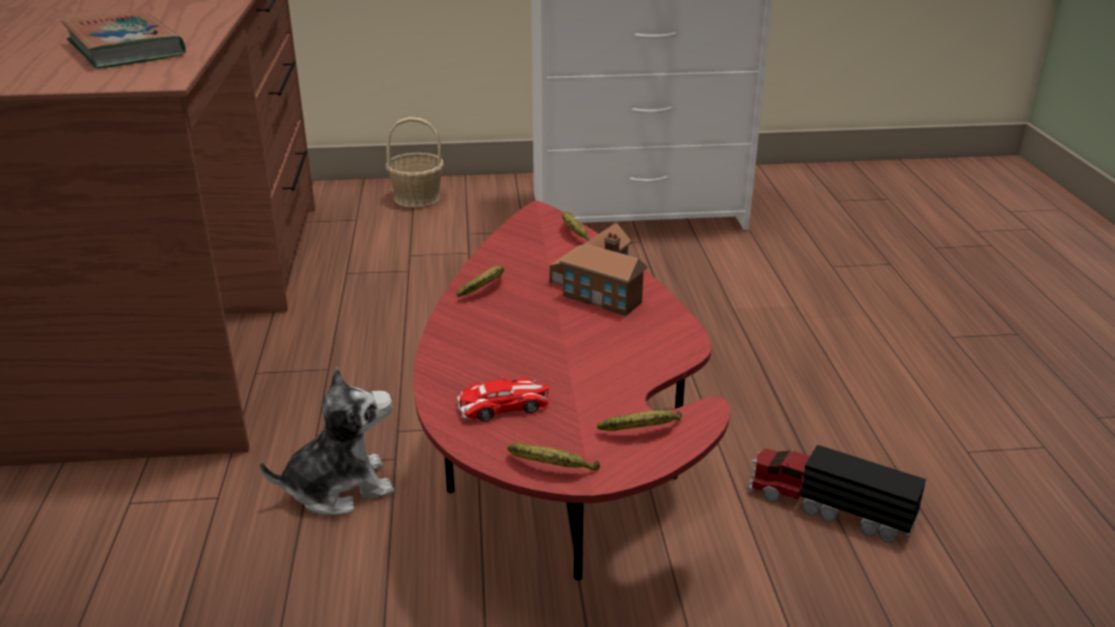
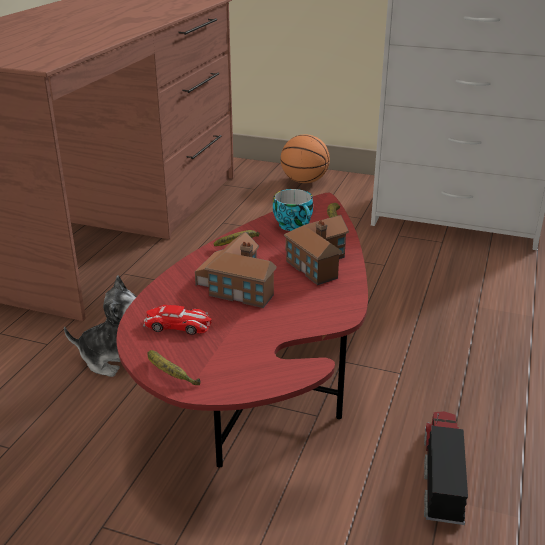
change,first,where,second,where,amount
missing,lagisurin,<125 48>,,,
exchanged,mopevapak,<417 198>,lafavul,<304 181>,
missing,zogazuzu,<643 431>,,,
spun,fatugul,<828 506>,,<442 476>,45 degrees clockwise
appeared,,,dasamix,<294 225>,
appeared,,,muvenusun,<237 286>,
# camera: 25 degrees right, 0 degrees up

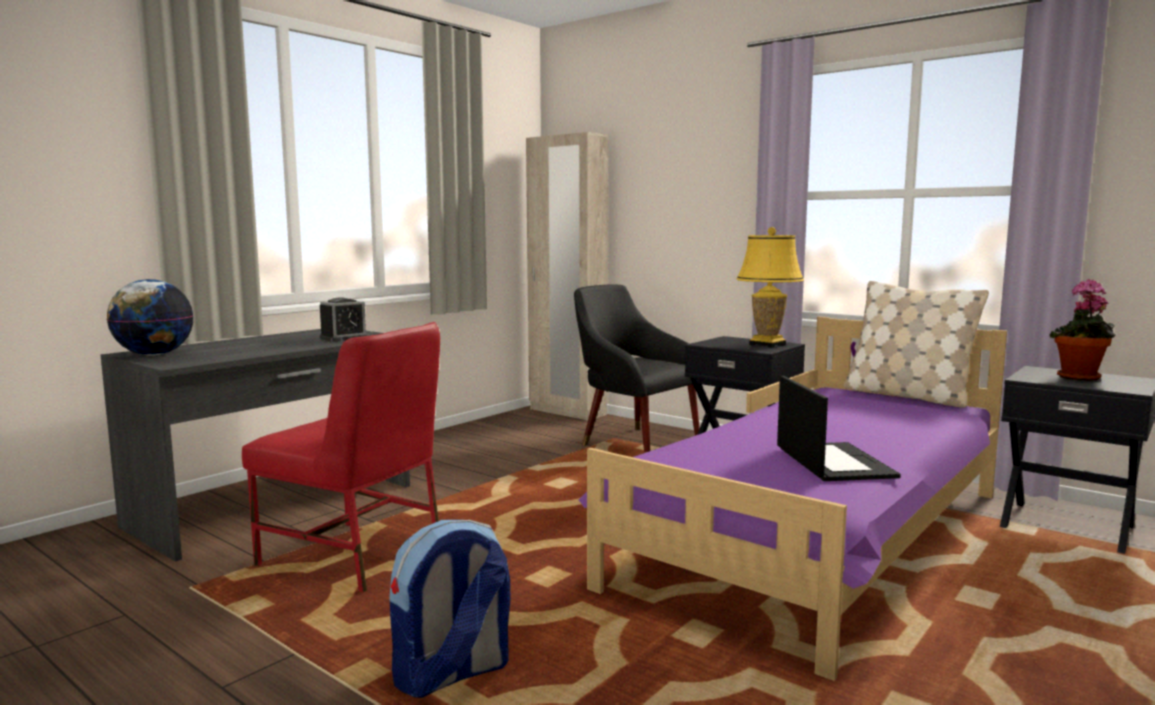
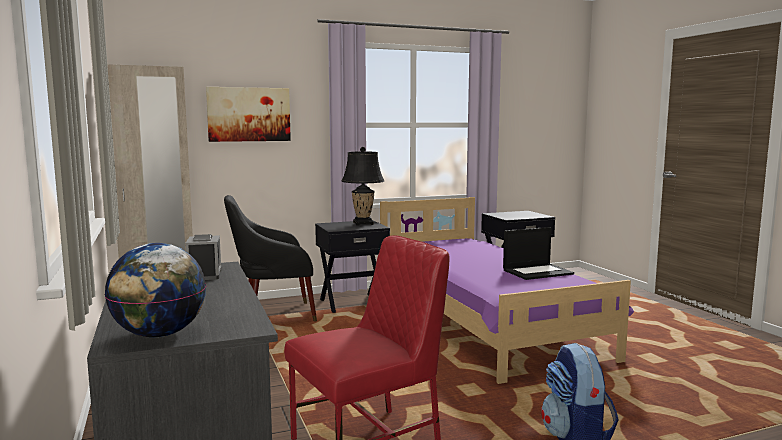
change,first,where,second,where,amount
colour,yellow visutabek,<767 345>,black visutabek,<363 223>,
missing,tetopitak,<1079 378>,,,
missing,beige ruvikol,<907 396>,,,
spun,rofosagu,<832 462>,,<538 272>,135 degrees clockwise
appeared,,,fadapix,<249 114>,
# camera: 60 degrees left, 0 degrees up

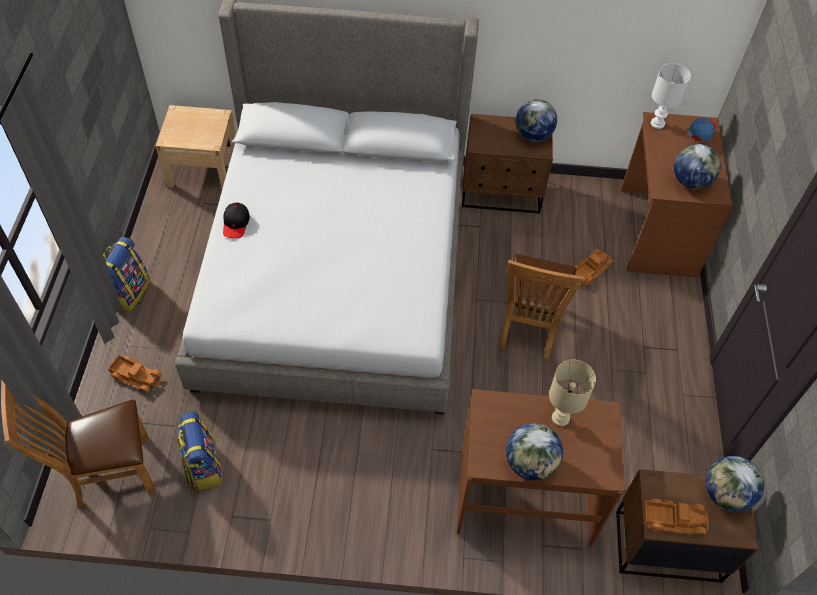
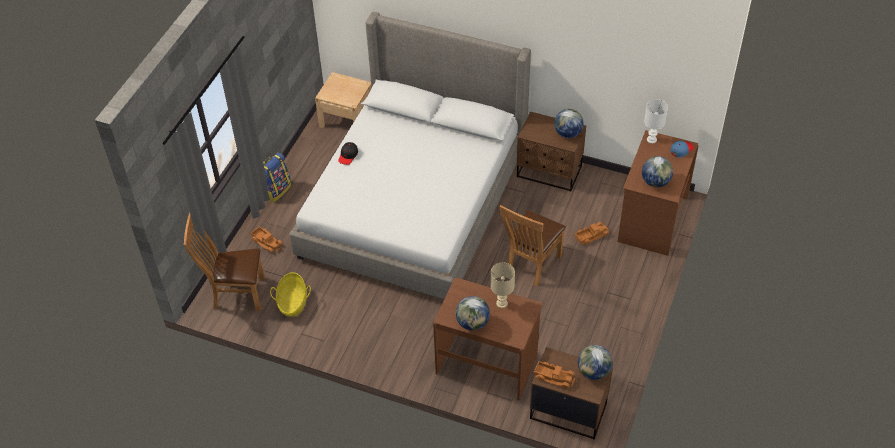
change,first,where,second,where,amount
exchanged,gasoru,<203 466>,mopevapak,<292 302>,
# camera: 20 degrees right, 5 degrees down

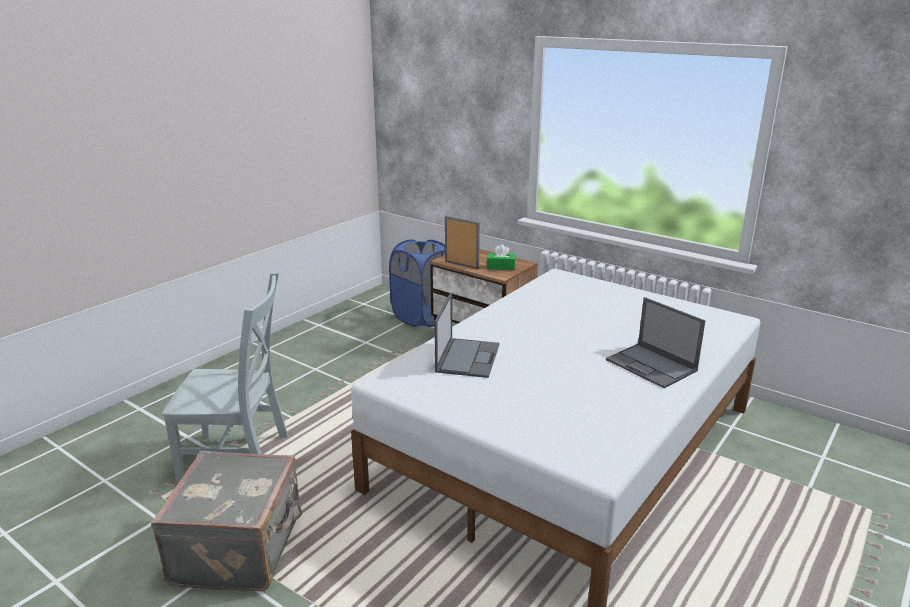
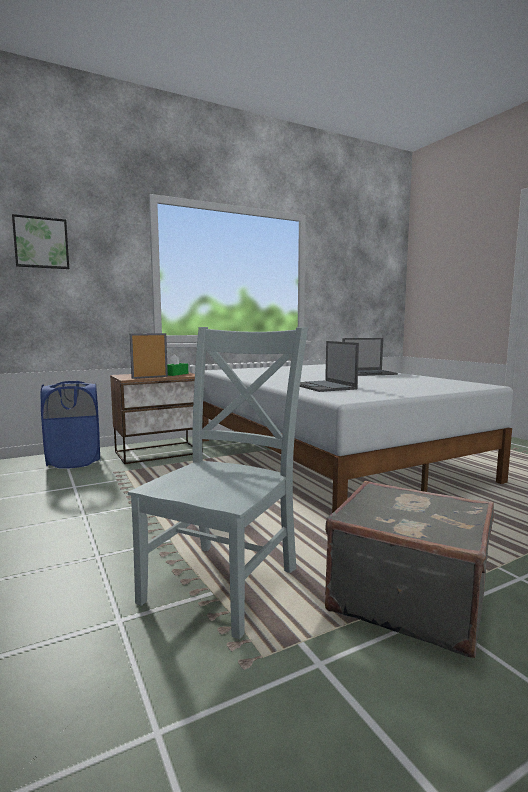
change,first,where,second,where,amount
spun,rofosagu,<468 357>,,<324 387>,150 degrees counterclockwise
appeared,,,fadapix,<41 243>,
# camera: 65 degrees left, 15 degrees down

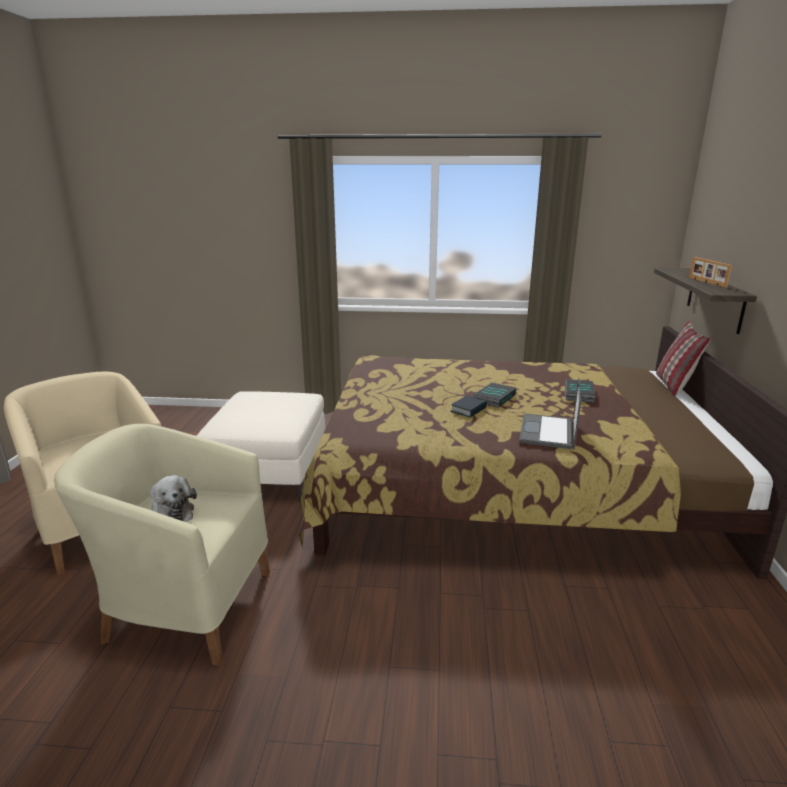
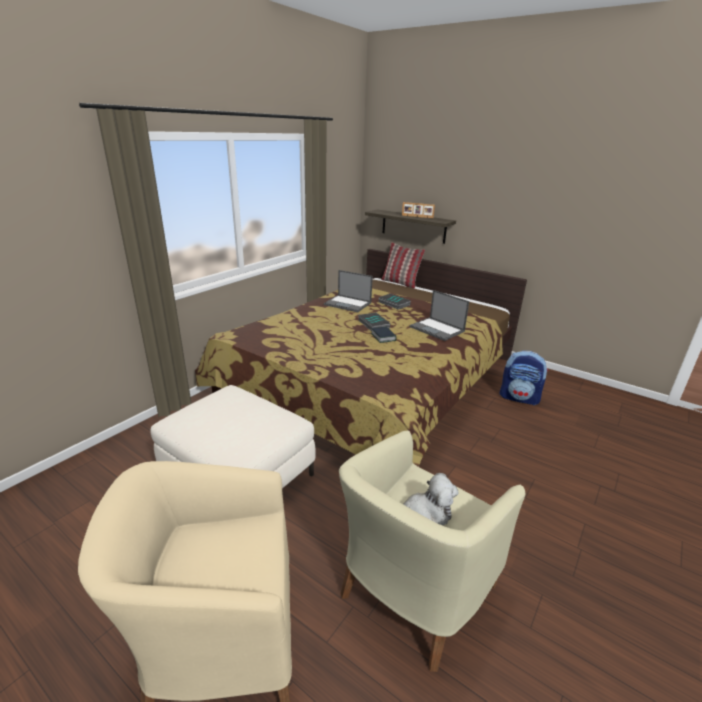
change,first,where,second,where,amount
appeared,,,rofosagu,<348 304>,
appeared,,,gasoru,<519 398>,
# camera: 60 degrees left, 5 degrees up

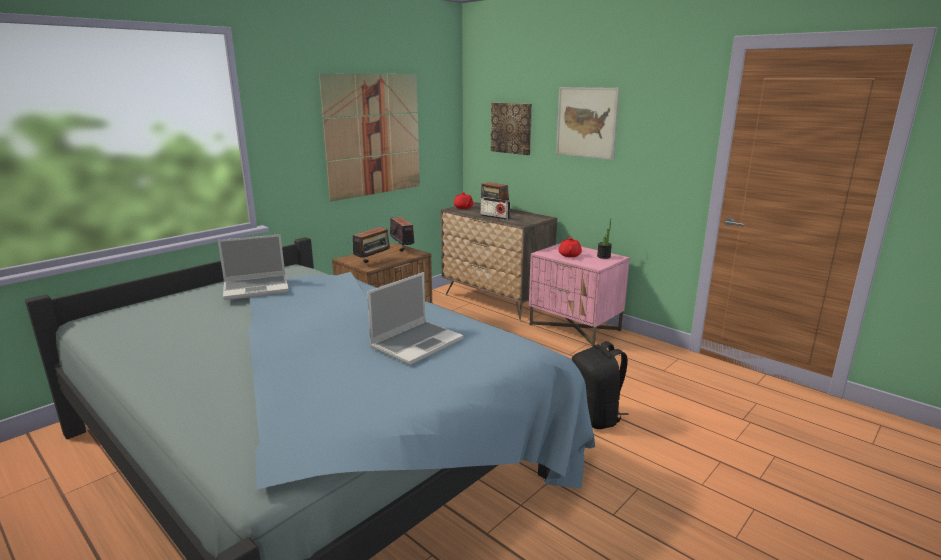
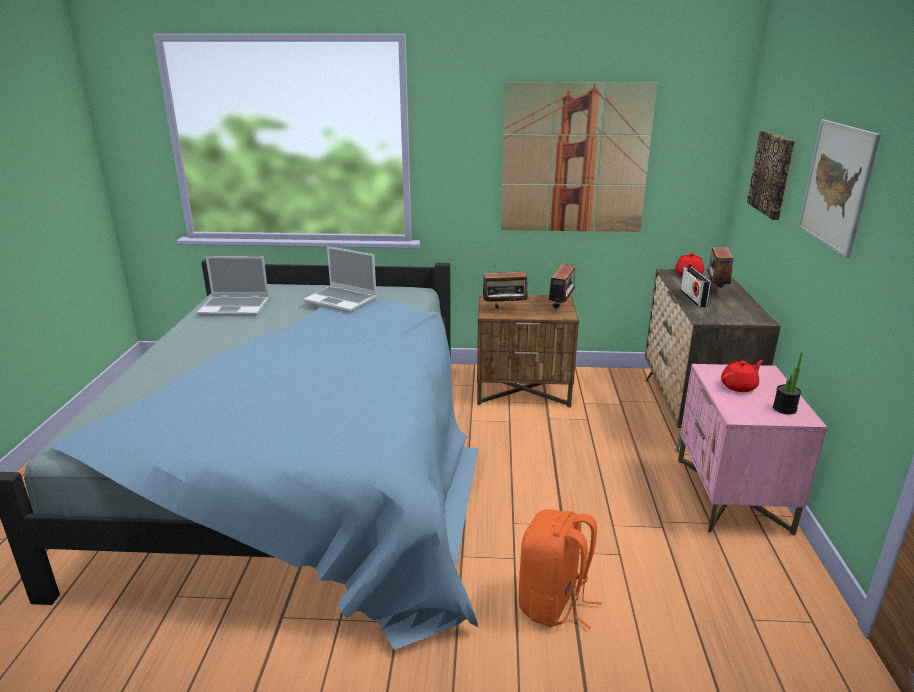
change,first,where,second,where,amount
relocated,rofosagu,<417 343>,,<235 307>,
colour,black gasoru,<595 416>,orange gasoru,<554 603>,
# camera: 50 degrees right, 5 degrees up

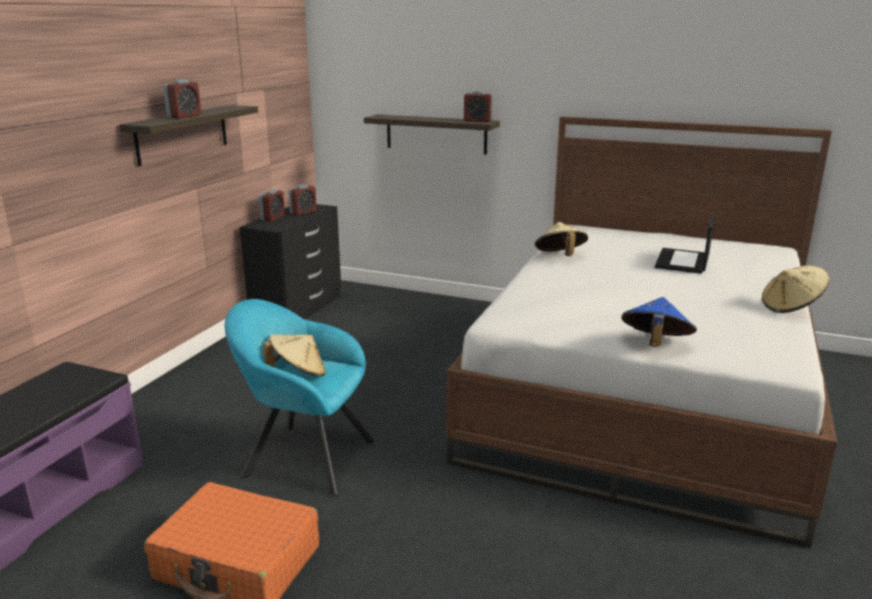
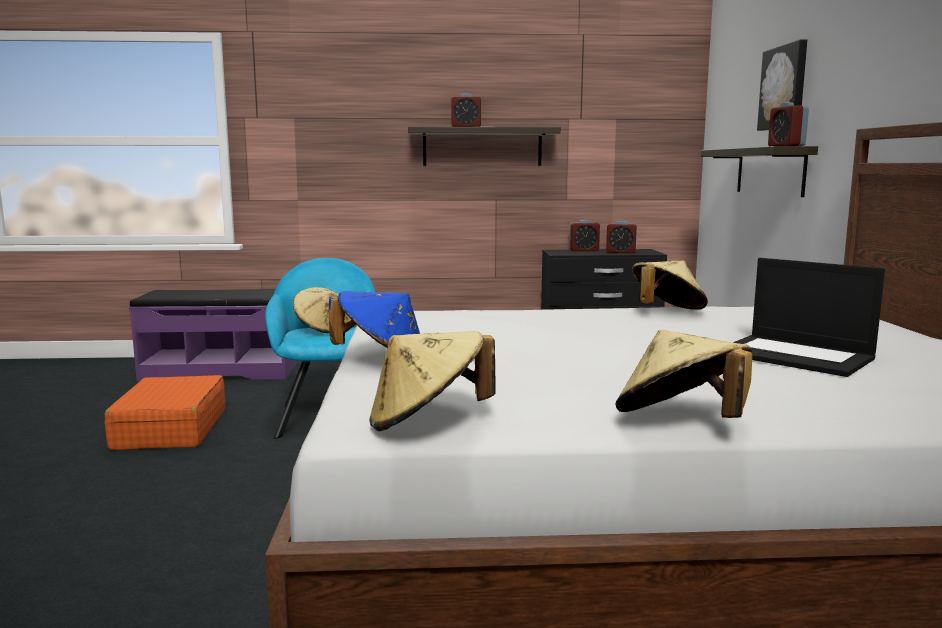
change,first,where,second,where,amount
spun,rofosagu,<683 261>,,<797 356>,135 degrees counterclockwise
appeared,,,fadapix,<784 87>,
appeared,,,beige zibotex,<427 421>,
# camera: 65 degrees right, 10 degrees down

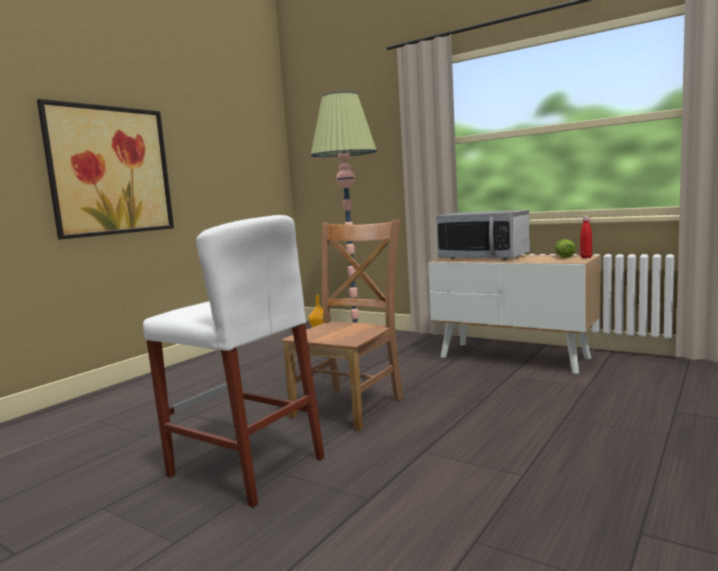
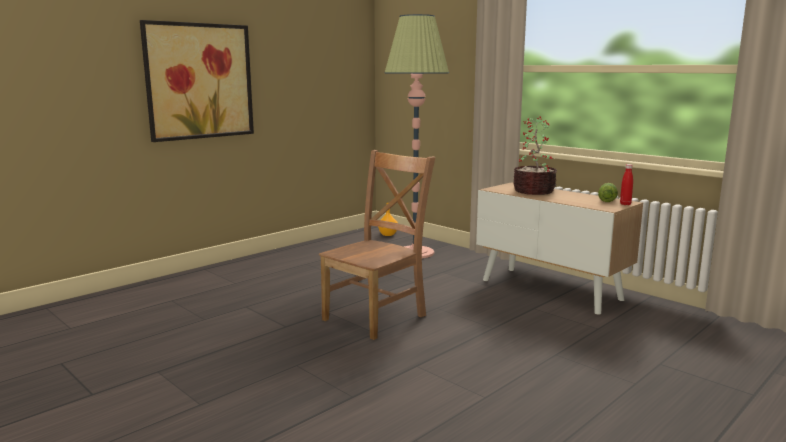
change,first,where,second,where,amount
exchanged,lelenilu,<484 257>,tetopitak,<533 191>,
missing,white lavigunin,<245 467>,,,
# camera: 10 degrees right, 5 degrees up

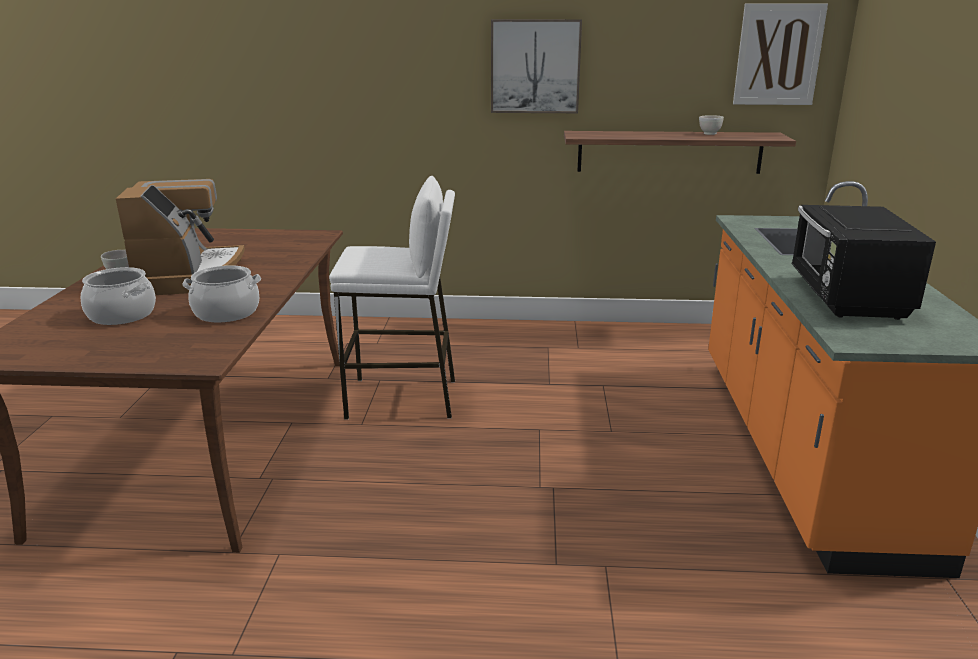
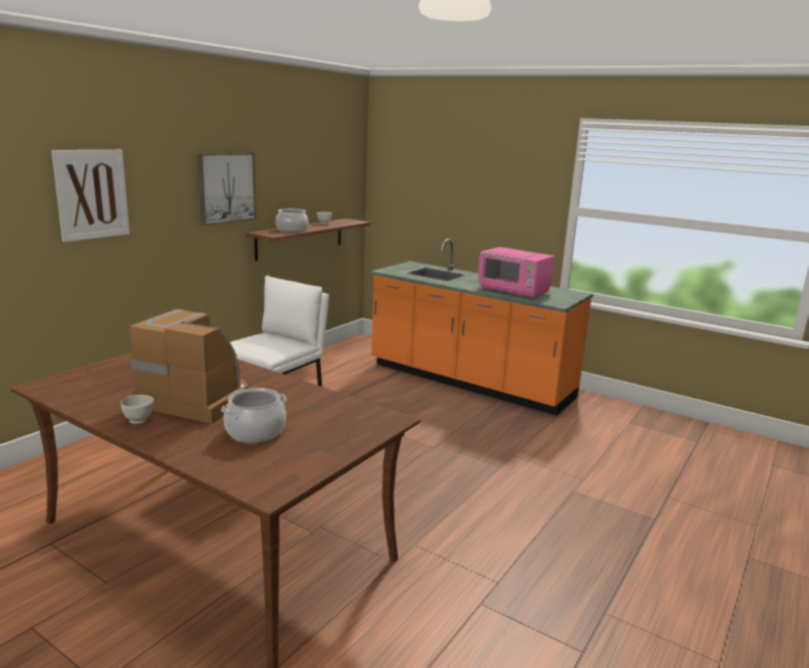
change,first,where,second,where,amount
relocated,fadapix,<778 55>,,<92 194>,
colour,black lelenilu,<847 297>,pink lelenilu,<514 291>,
relocated,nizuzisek,<226 312>,,<291 230>,
# camera: 60 degrees left, 5 degrees down

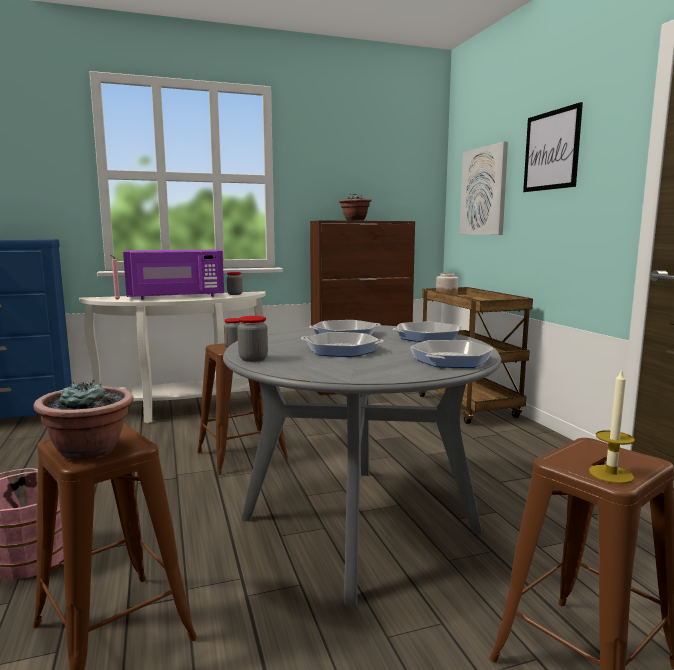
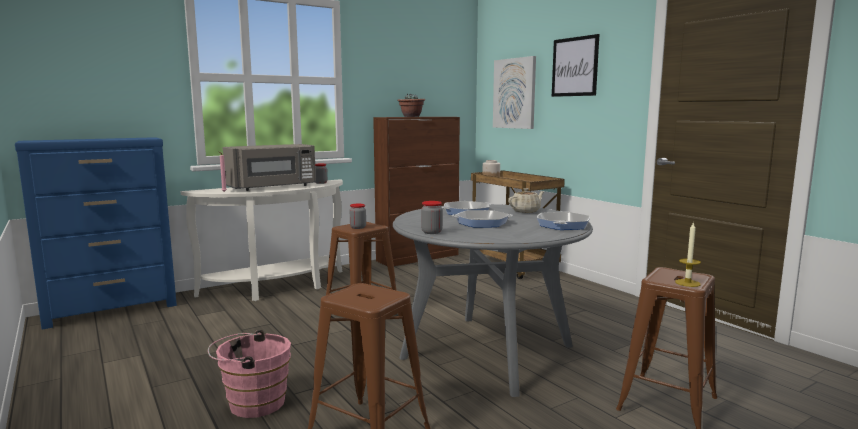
change,first,where,second,where,amount
colour,purple lelenilu,<176 297>,grey lelenilu,<273 187>,
exchanged,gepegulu,<427 337>,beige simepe,<526 211>,
missing,tetopitak,<89 451>,,,
# camera: 15 degrees left, 0 degrees up

